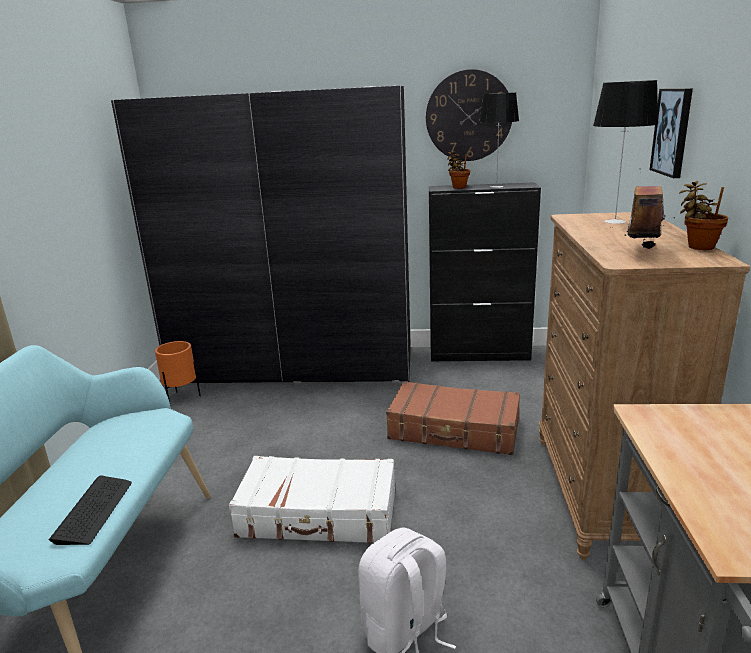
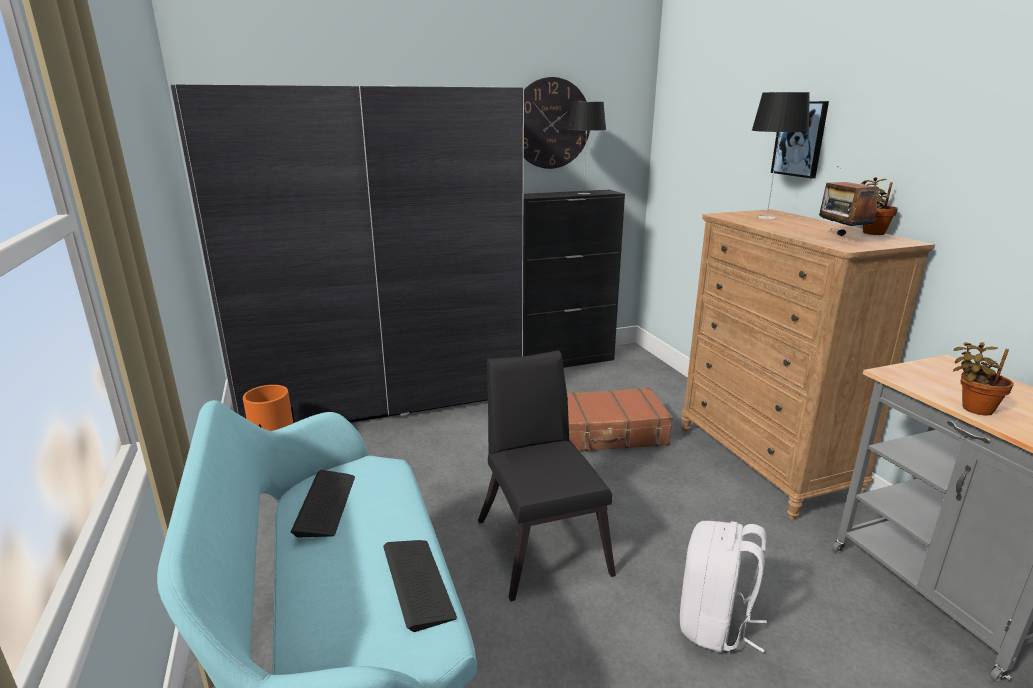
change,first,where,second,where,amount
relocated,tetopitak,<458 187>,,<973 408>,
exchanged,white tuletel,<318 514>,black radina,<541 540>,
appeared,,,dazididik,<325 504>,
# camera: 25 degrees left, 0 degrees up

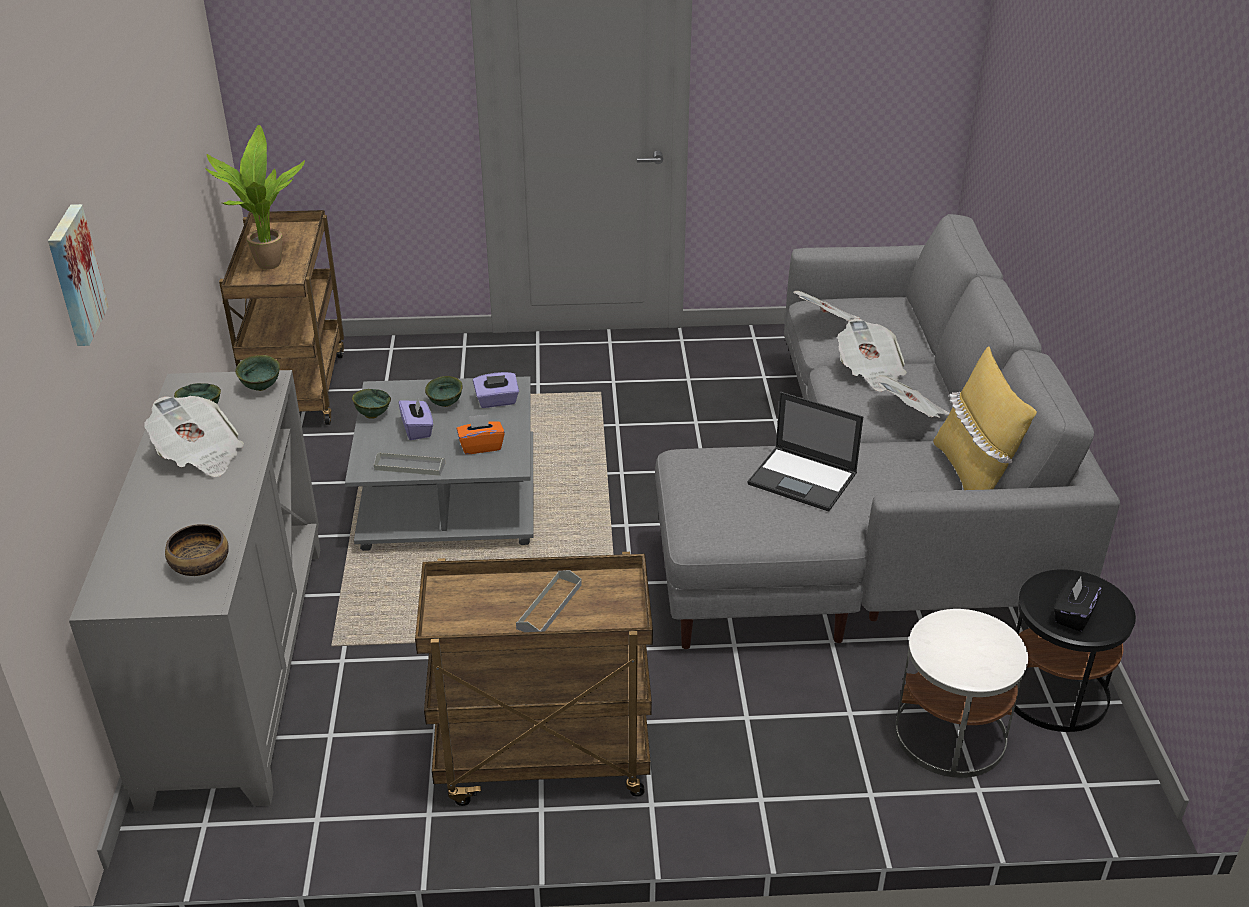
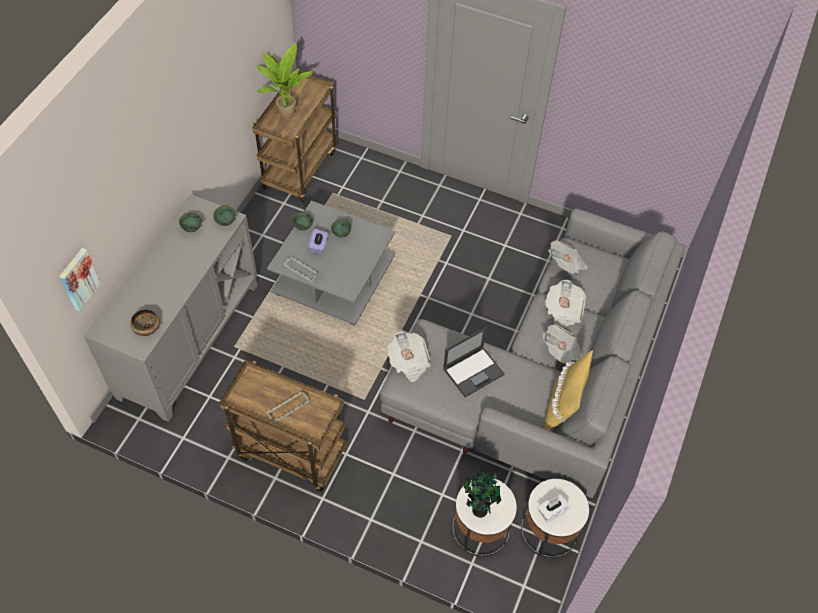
change,first,where,second,where,amount
relocated,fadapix,<73 275>,,<78 279>,
missing,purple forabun,<497 401>,,,
spun,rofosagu,<803 479>,,<473 371>,90 degrees counterclockwise
relocated,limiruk,<199 455>,,<408 362>,
missing,orange forabun,<481 446>,,,
colour,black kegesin,<1054 692>,white kegesin,<549 531>,
colour,black forabun,<1073 615>,white forabun,<551 511>,
appeared,,,tetopitak,<478 509>,
# camera: 25 degrees right, 20 degrees up

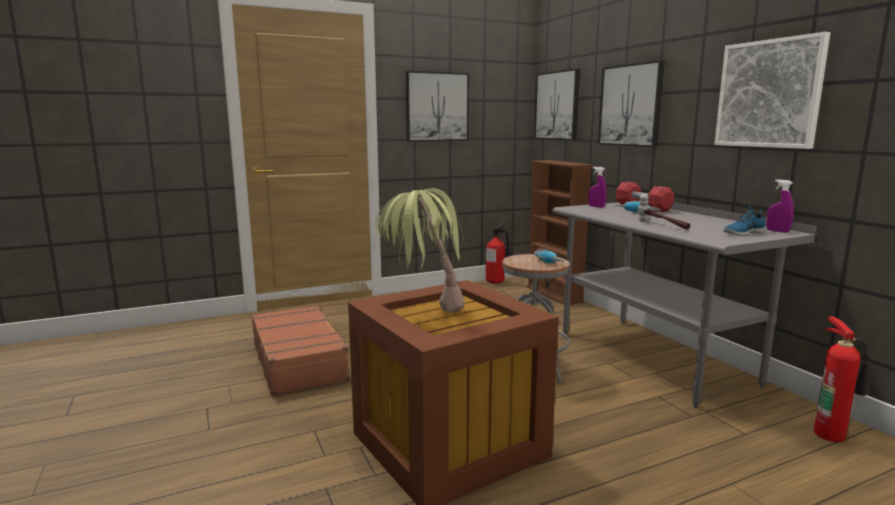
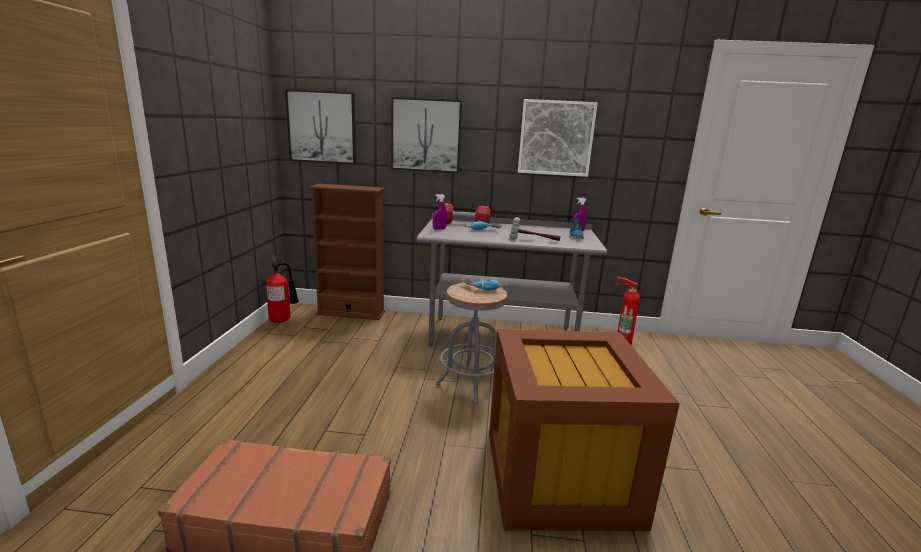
change,first,where,second,where,amount
missing,fadapix,<437 107>,,,
missing,tetopitak,<422 313>,,,
# camera: 60 degrees left, 5 degrees up

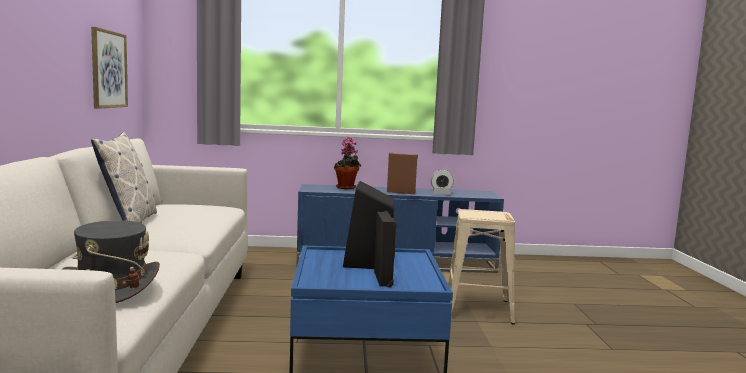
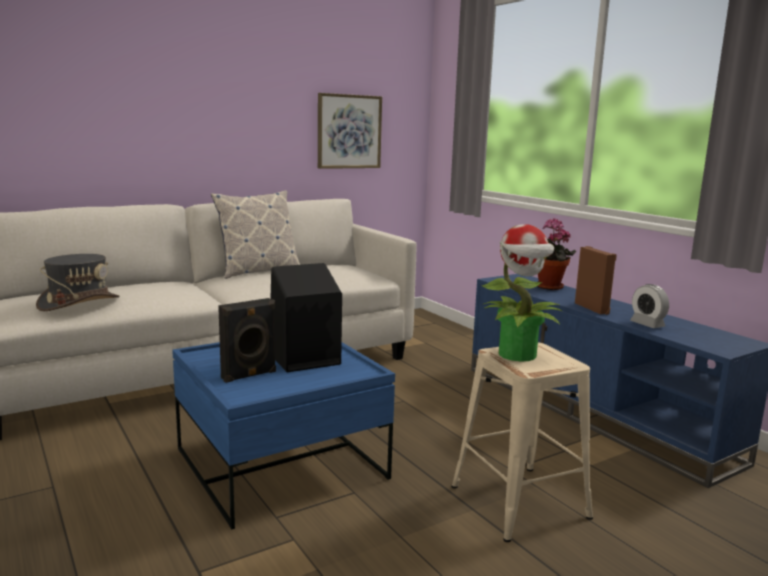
change,first,where,second,where,amount
appeared,,,tetopitak,<518 355>,
# camera: 60 degrees right, 5 degrees up

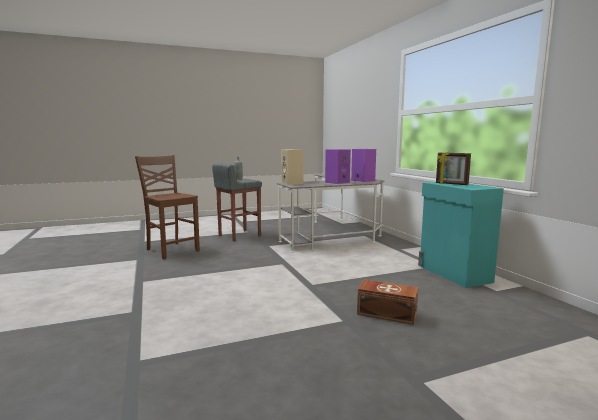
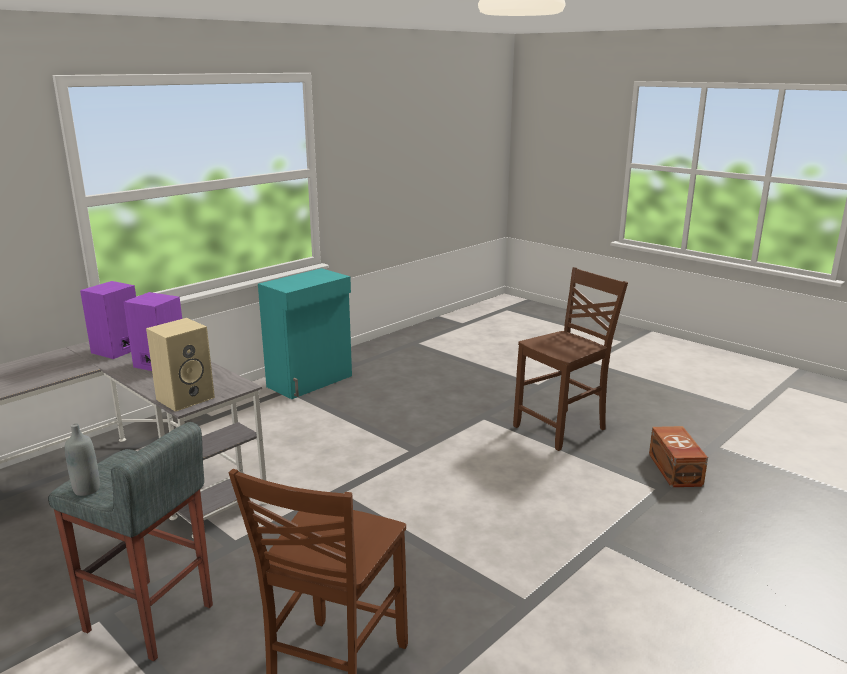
change,first,where,second,where,amount
missing,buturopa,<451 184>,,,
relocated,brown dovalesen,<386 313>,,<674 470>,
appeared,,,brown radina,<562 428>,
# camera: 115 degrees left, 10 degrees up

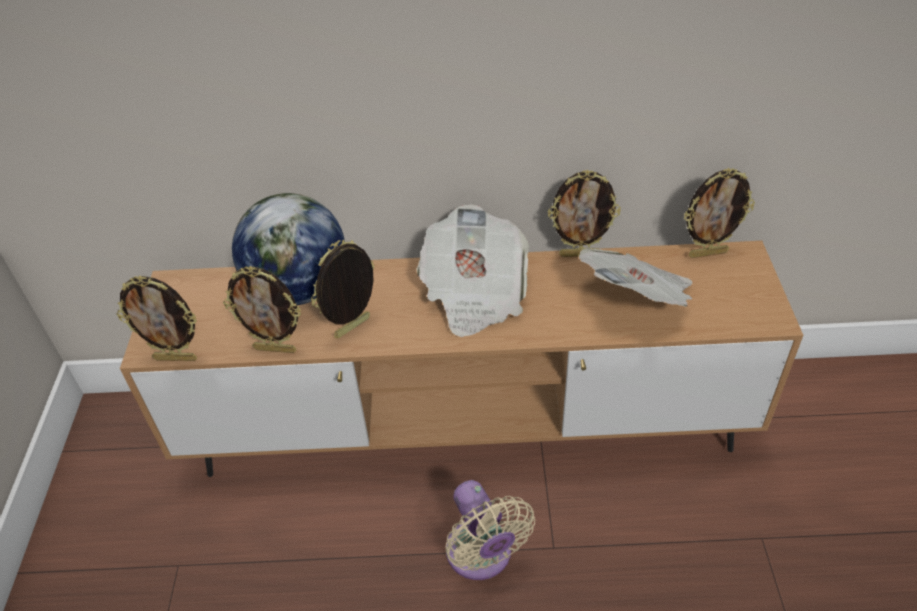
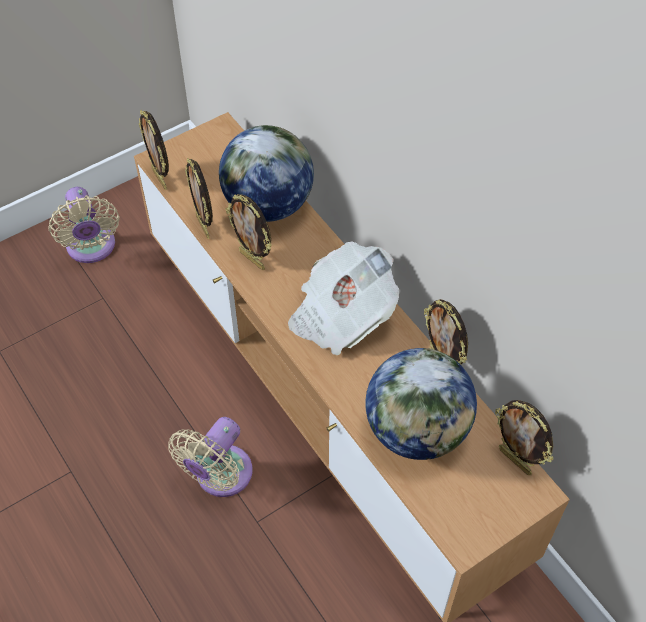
change,first,where,second,where,amount
spun,buturopa,<353 328>,,<253 259>,150 degrees counterclockwise
exchanged,limiruk,<638 298>,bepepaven,<417 430>,
appeared,,,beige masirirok,<91 248>,
# camera: 55 degrees right, 10 degrees up

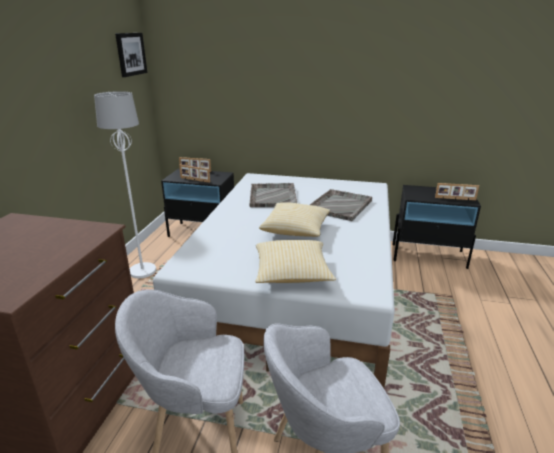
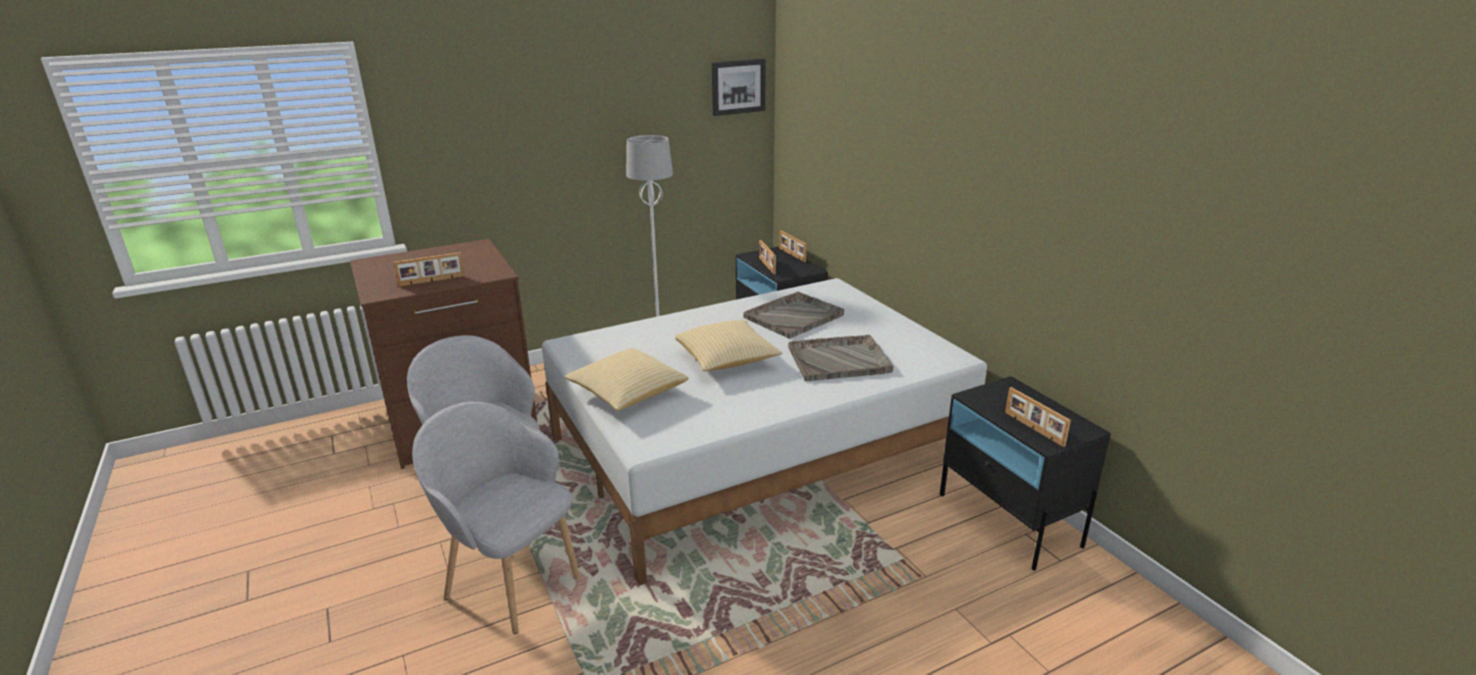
change,first,where,second,where,amount
appeared,,,buturopa,<432 281>,
# camera: 50 degrees right, 0 degrees up

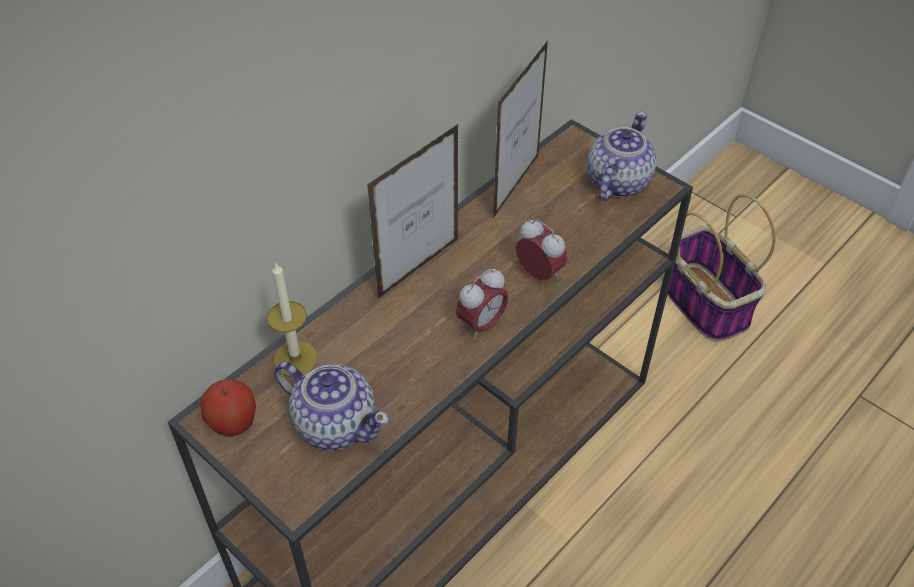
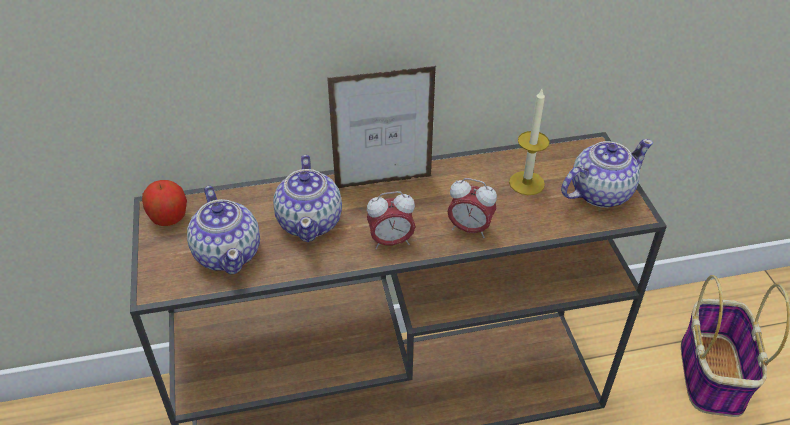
change,first,where,second,where,amount
missing,buturopa,<516 185>,,,
spun,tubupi,<539 274>,,<469 229>,120 degrees clockwise
relocated,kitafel,<295 359>,,<526 183>,
appeared,,,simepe,<310 222>,
# camera: 35 degrees right, 5 degrees down

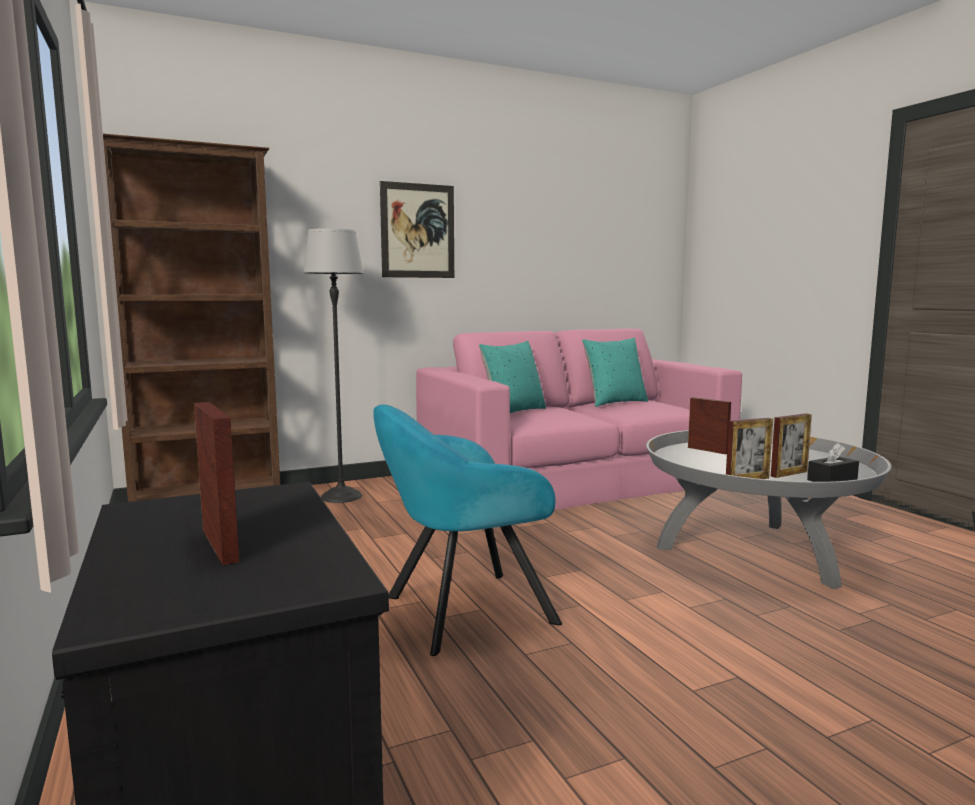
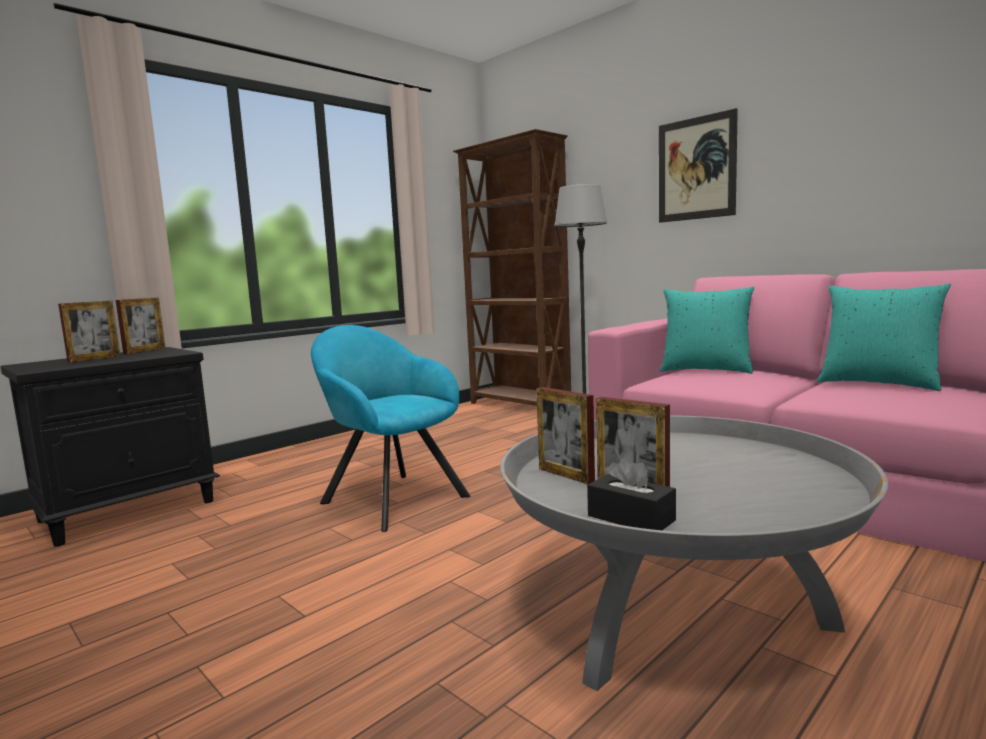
change,first,where,second,where,amount
relocated,buturopa,<707 450>,,<145 351>,
# camera: 70 degrees right, 0 degrees up

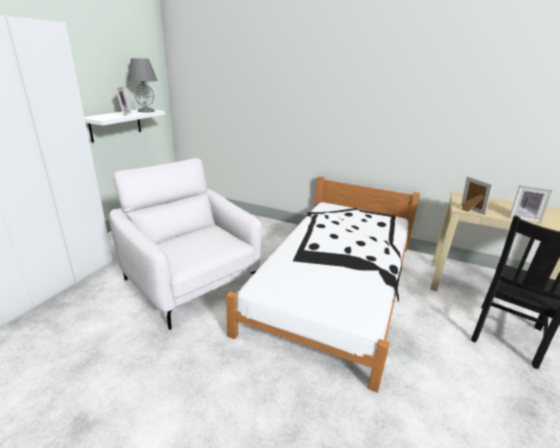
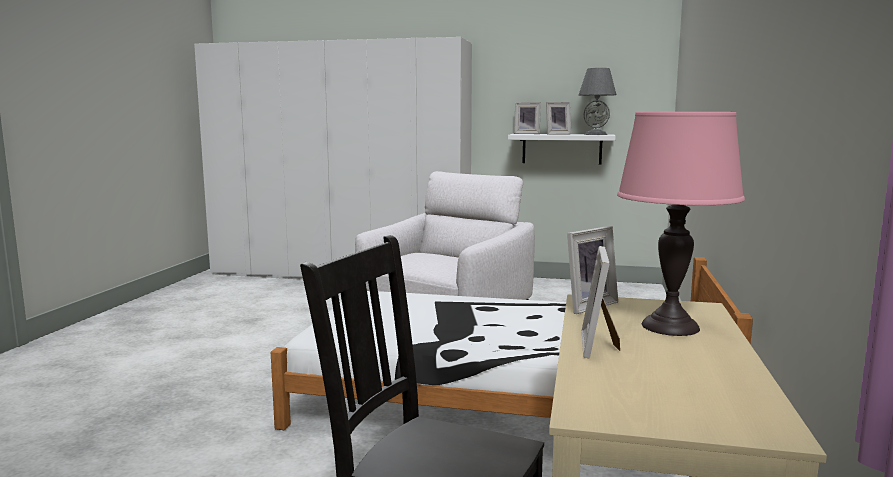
change,first,where,second,where,amount
appeared,,,buturopa,<527 133>,
appeared,,,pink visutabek,<670 326>,
# camera: 80 degrees right, 15 degrees down

